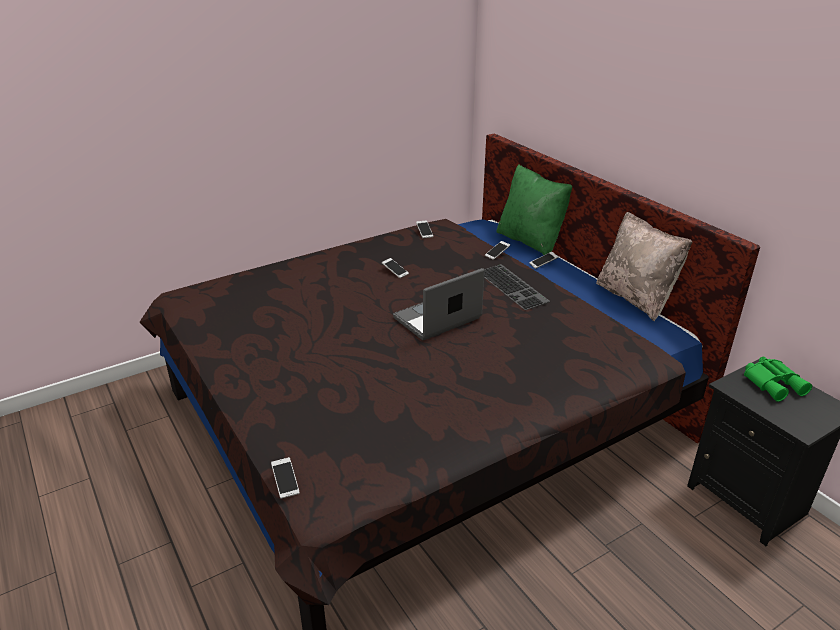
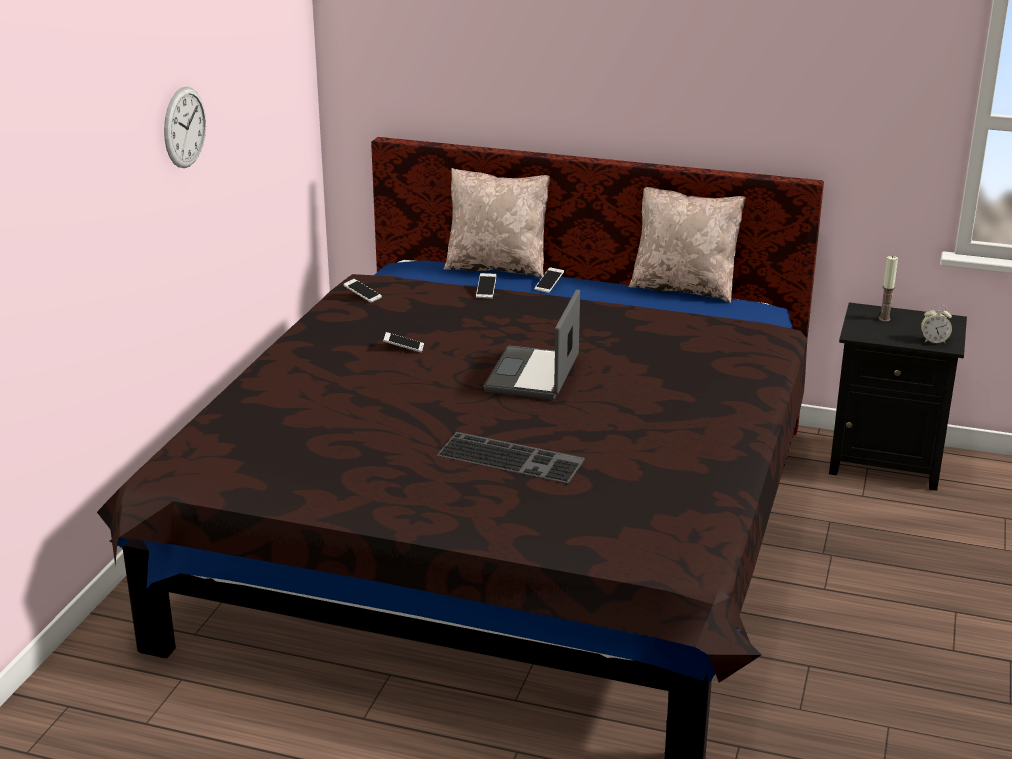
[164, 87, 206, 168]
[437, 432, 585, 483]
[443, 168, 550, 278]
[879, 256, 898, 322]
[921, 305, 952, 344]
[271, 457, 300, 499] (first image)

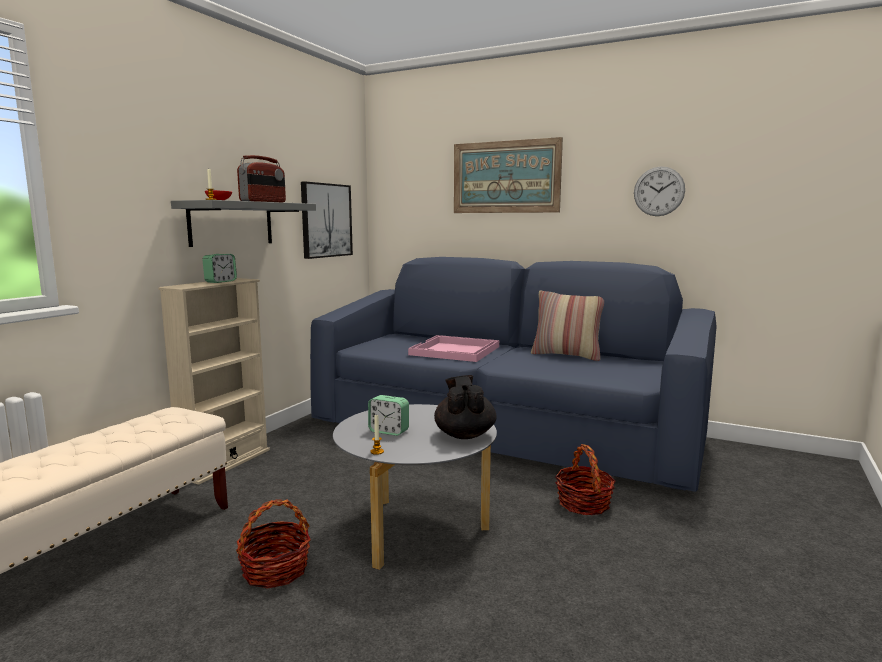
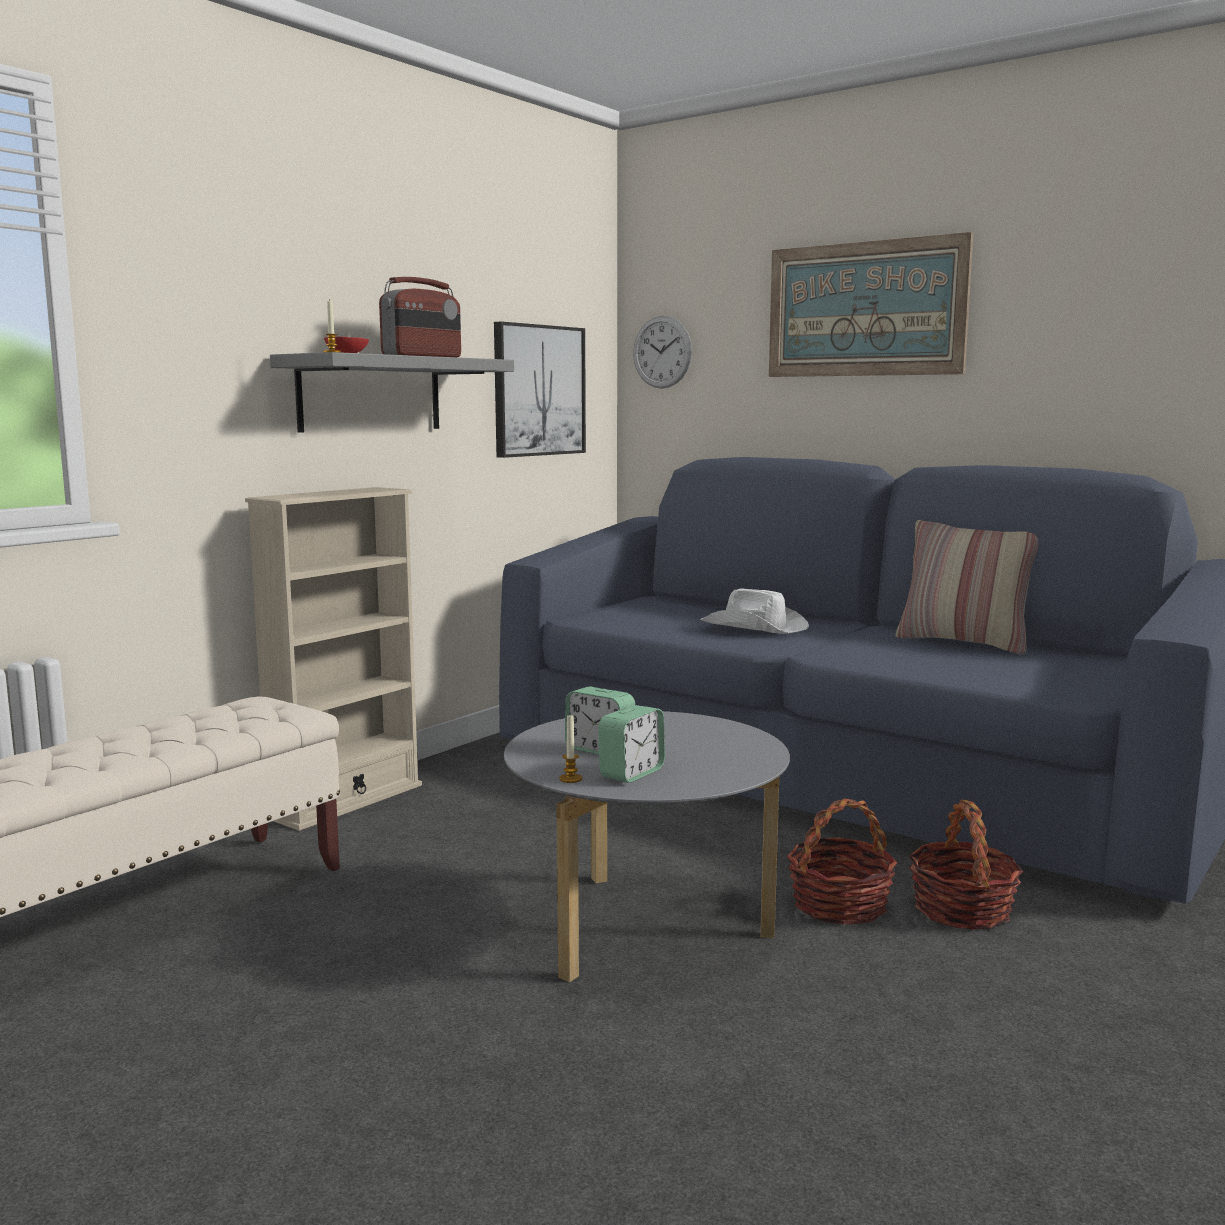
[598, 705, 665, 783]
[633, 316, 692, 389]
[701, 589, 809, 634]
[787, 798, 897, 925]
[434, 375, 497, 439] (first image)

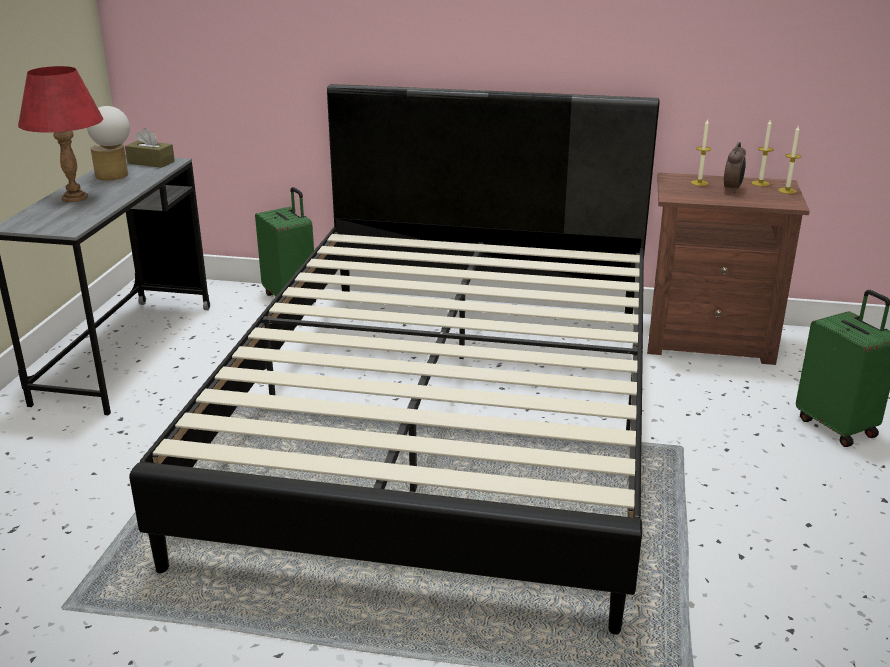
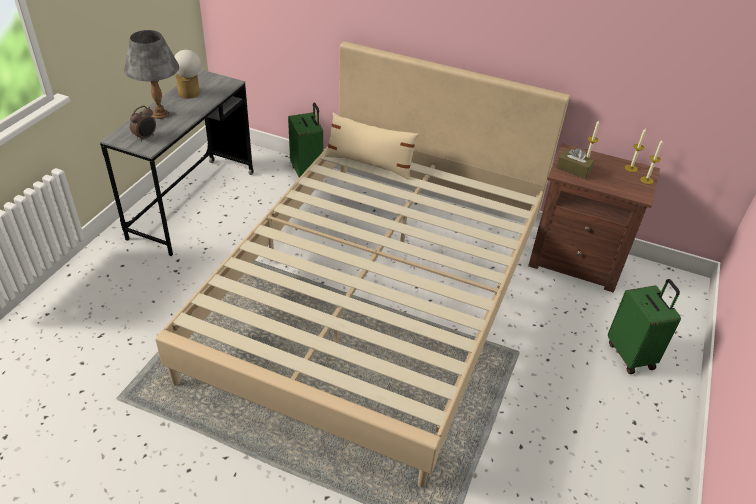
[124, 30, 179, 119]
[130, 106, 156, 142]
[155, 41, 570, 488]
[325, 113, 419, 180]
[556, 147, 595, 179]

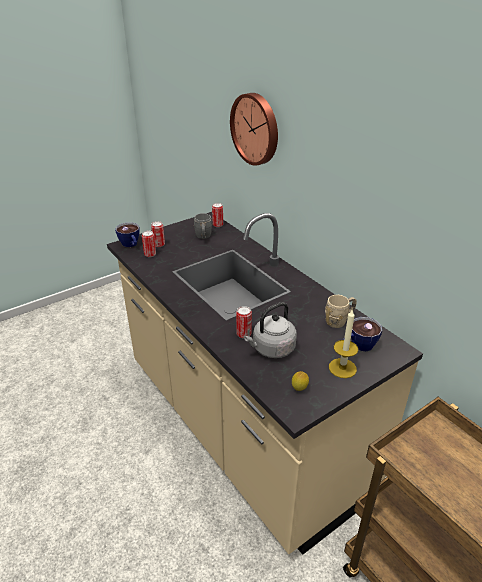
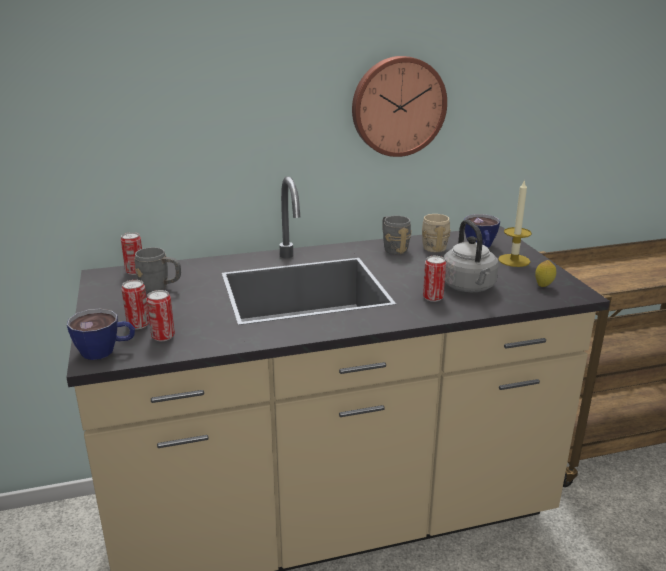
[352, 56, 447, 157]
[382, 216, 412, 255]

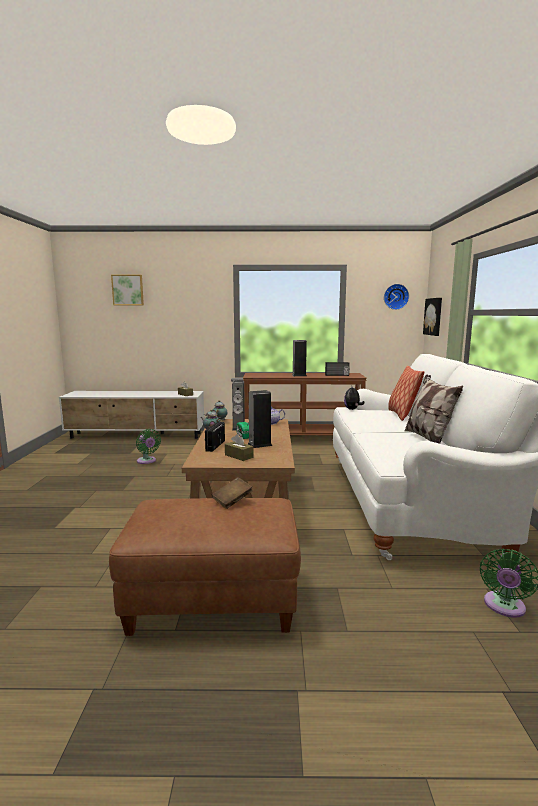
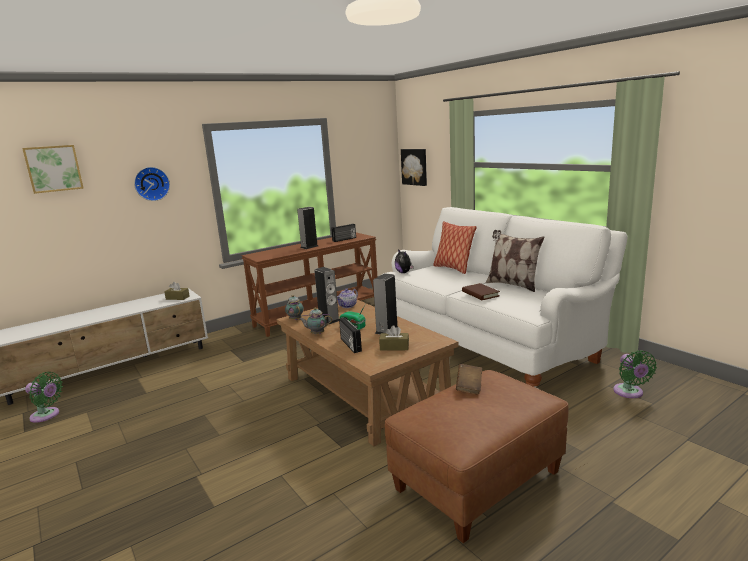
[25, 372, 63, 423]
[134, 167, 170, 201]
[462, 283, 500, 300]

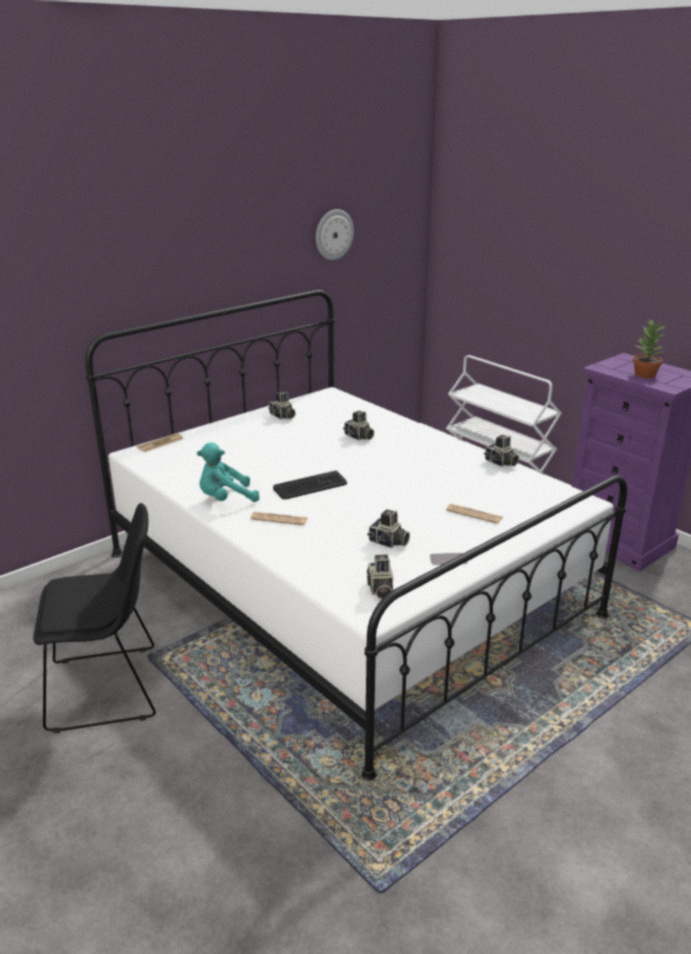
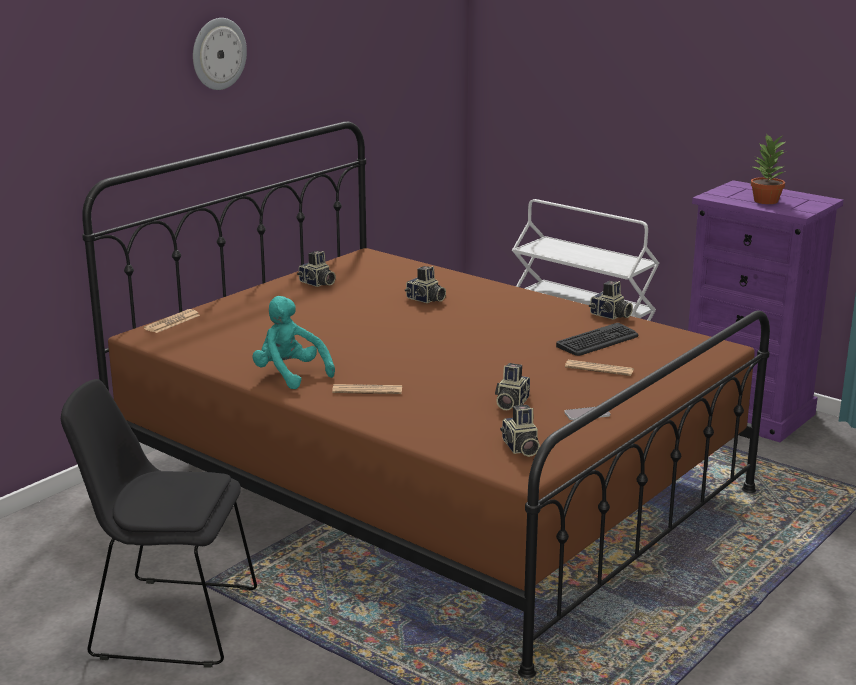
[61, 379, 257, 668]
[82, 122, 770, 678]
[193, 18, 247, 90]
[252, 296, 335, 389]
[495, 363, 530, 410]
[556, 323, 638, 356]

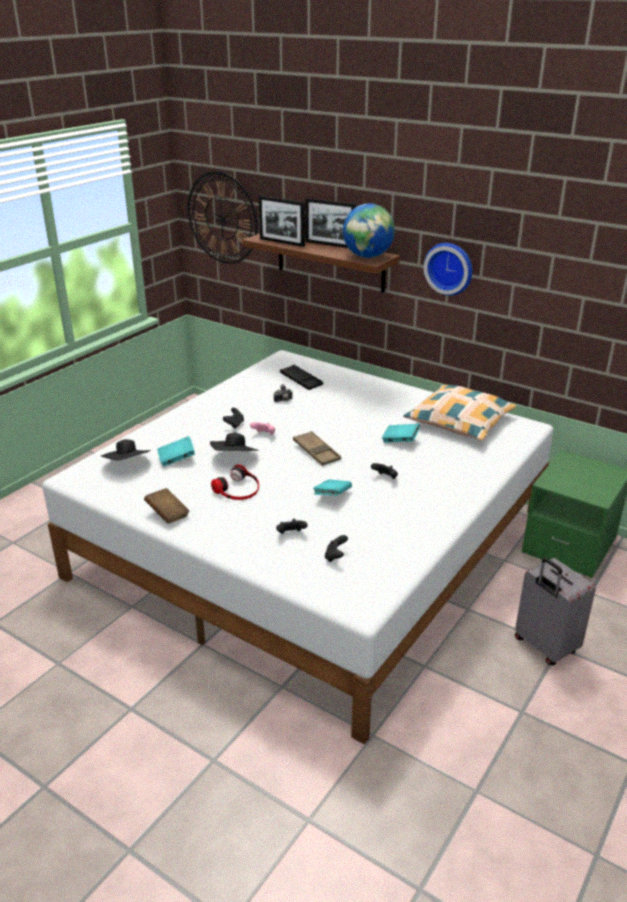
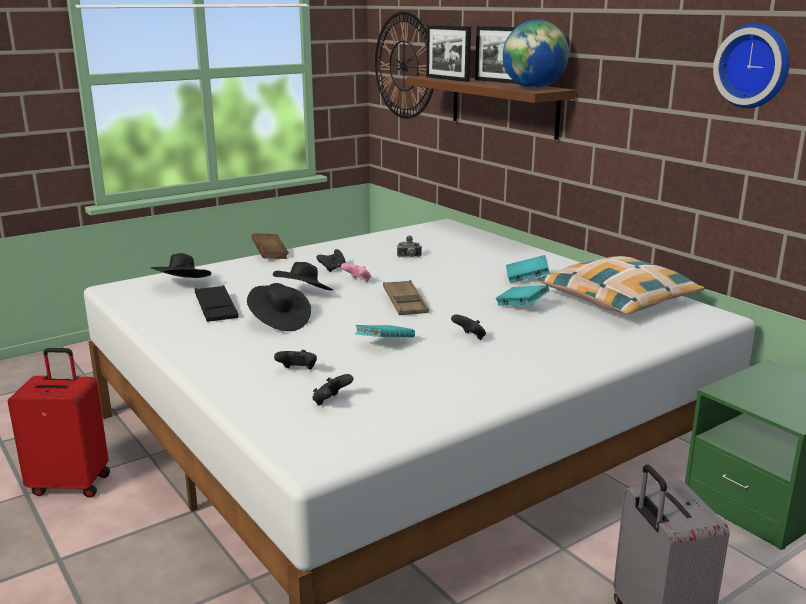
[8, 348, 110, 497]
[195, 285, 238, 322]
[247, 283, 311, 331]
[251, 234, 289, 259]
[506, 255, 550, 283]
[713, 23, 790, 108]

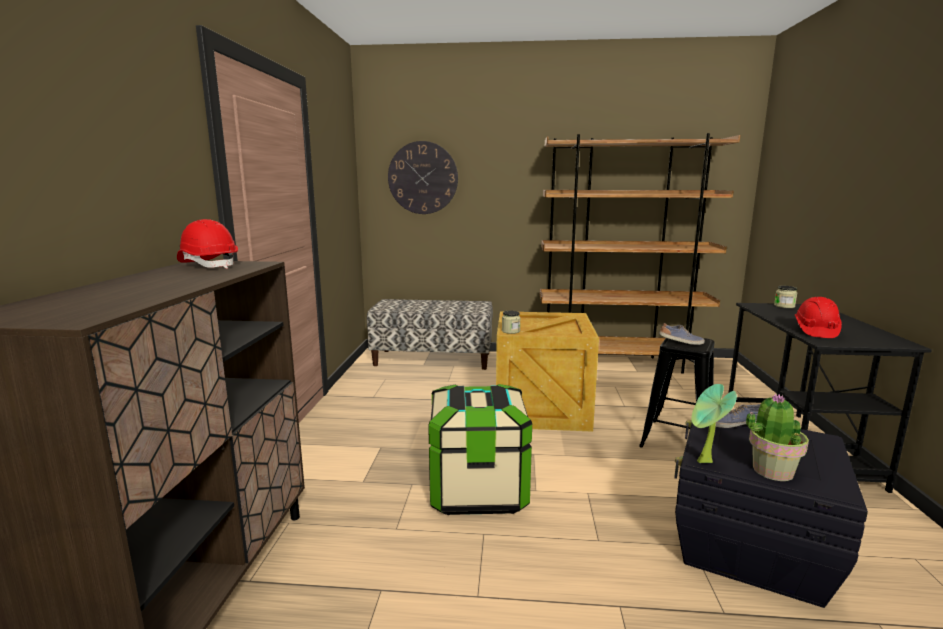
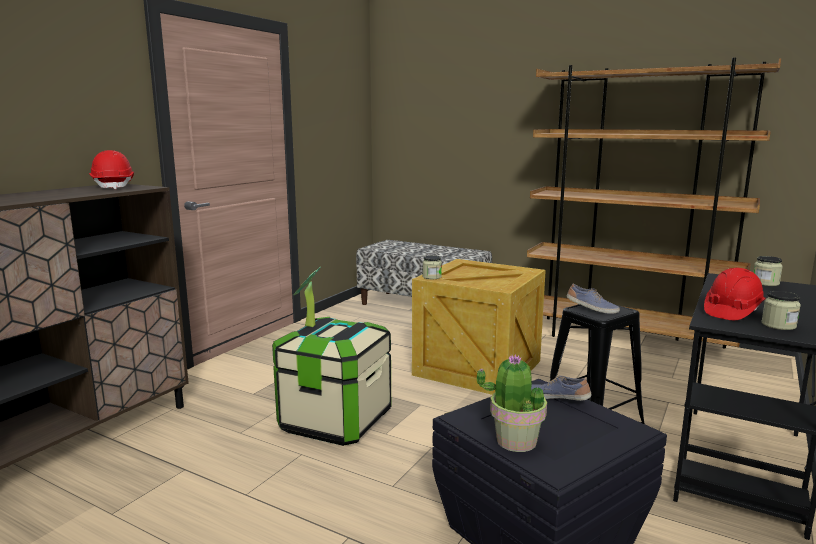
[293, 267, 321, 327]
[761, 291, 801, 330]
[388, 141, 458, 214] (first image)

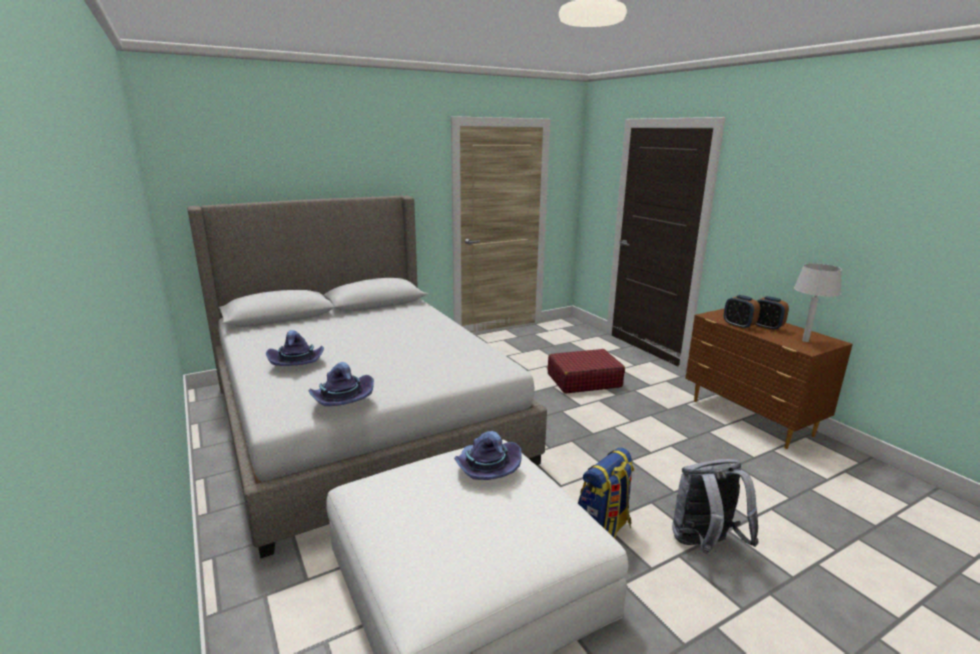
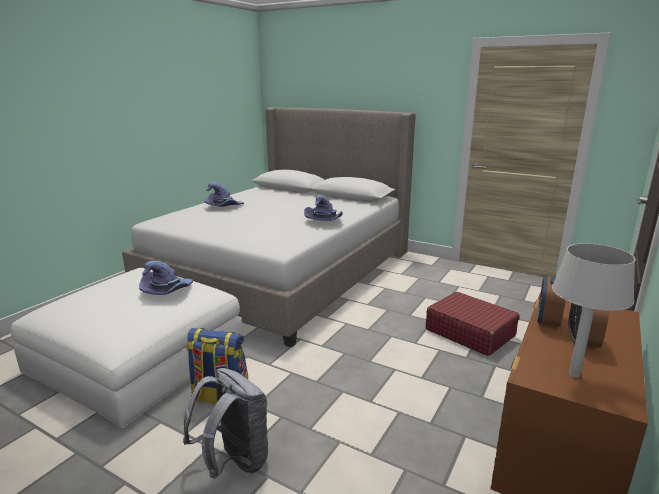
[304, 195, 343, 221]

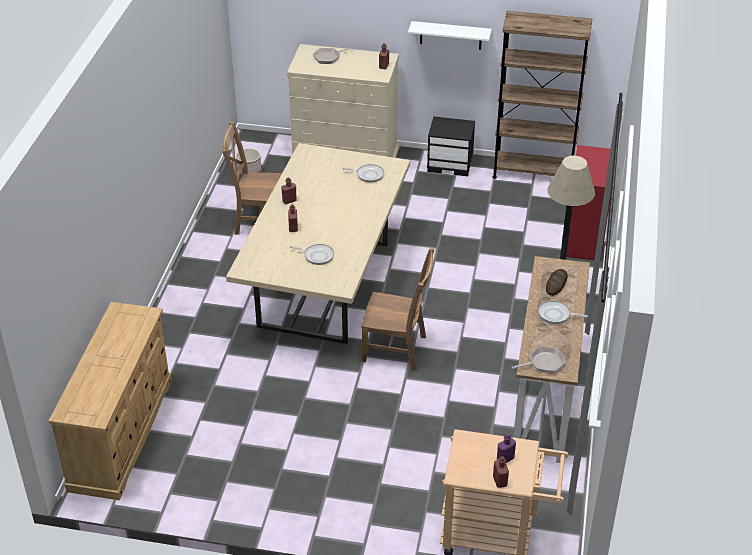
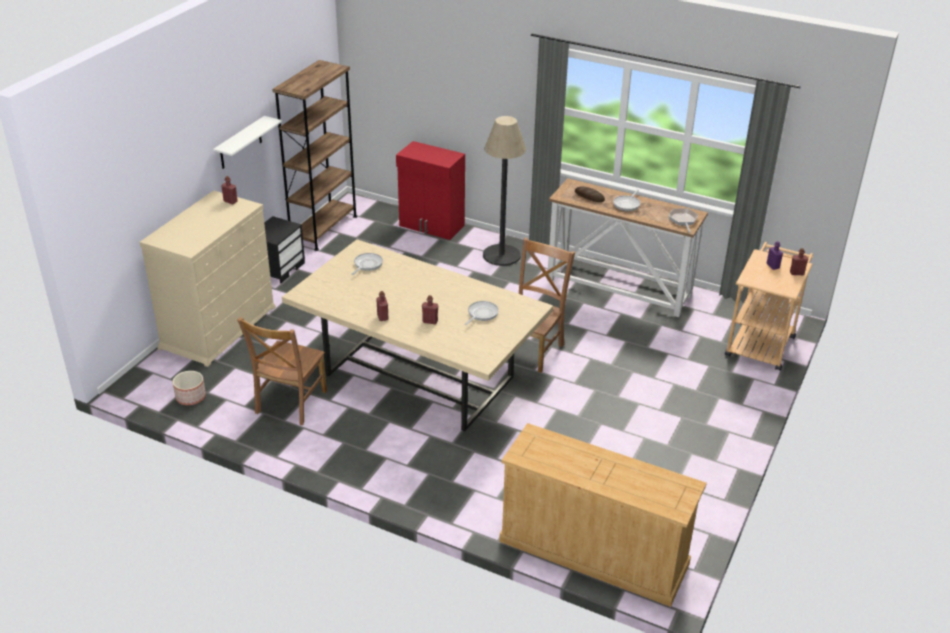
[312, 47, 353, 64] (first image)

